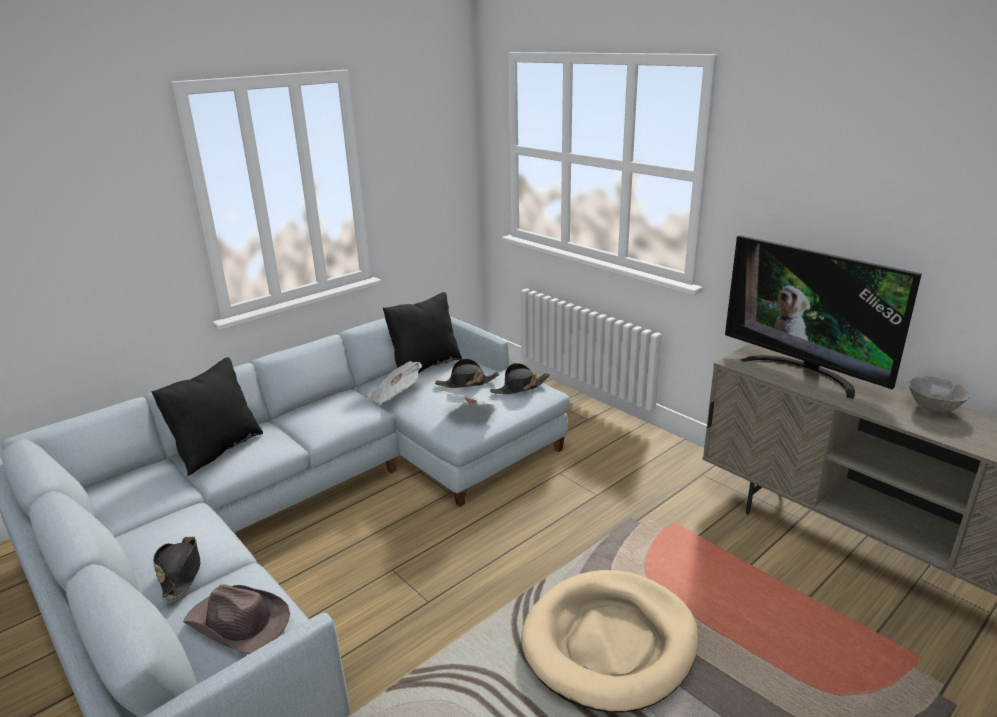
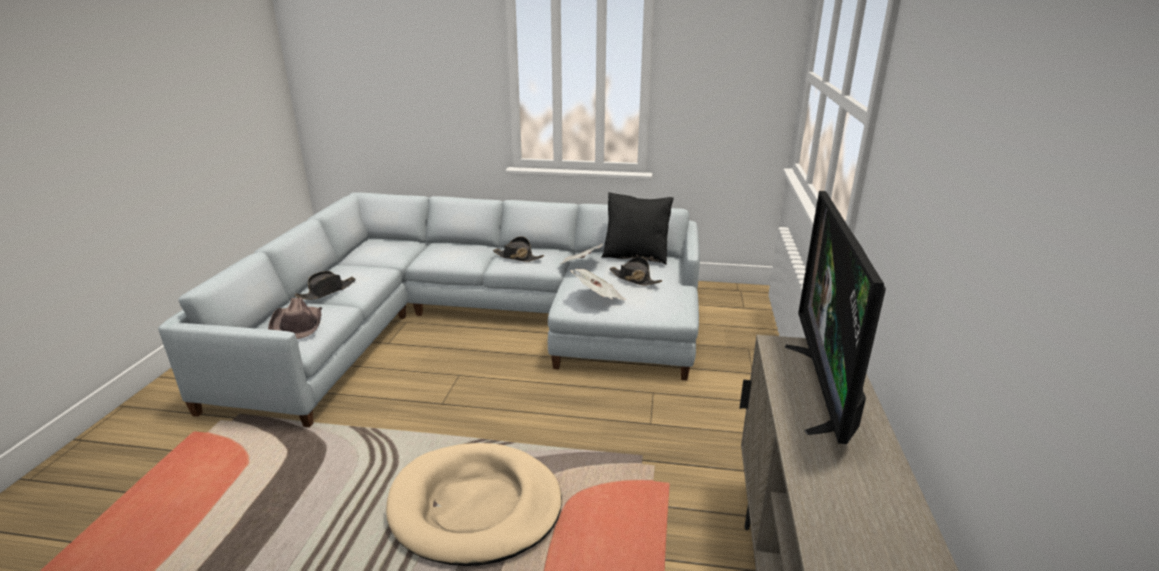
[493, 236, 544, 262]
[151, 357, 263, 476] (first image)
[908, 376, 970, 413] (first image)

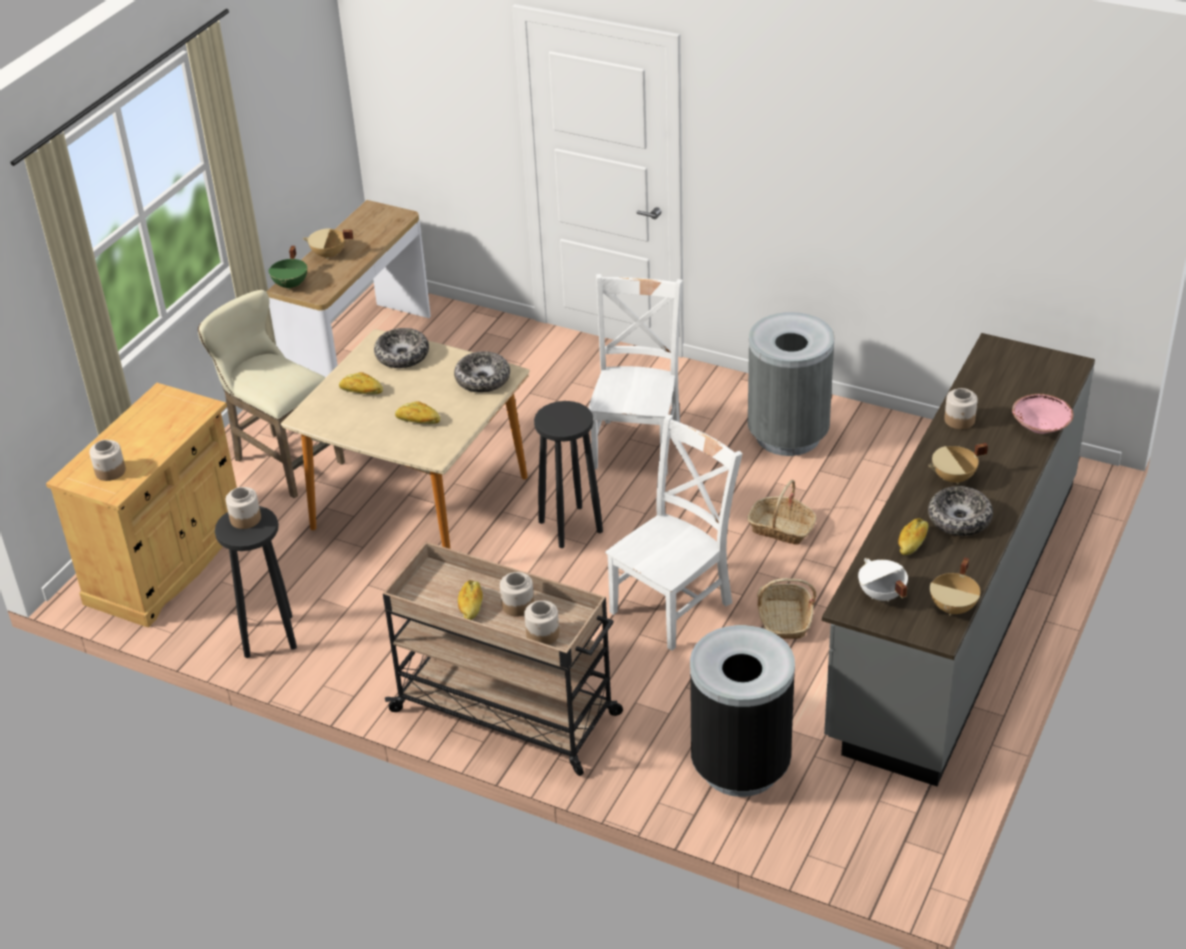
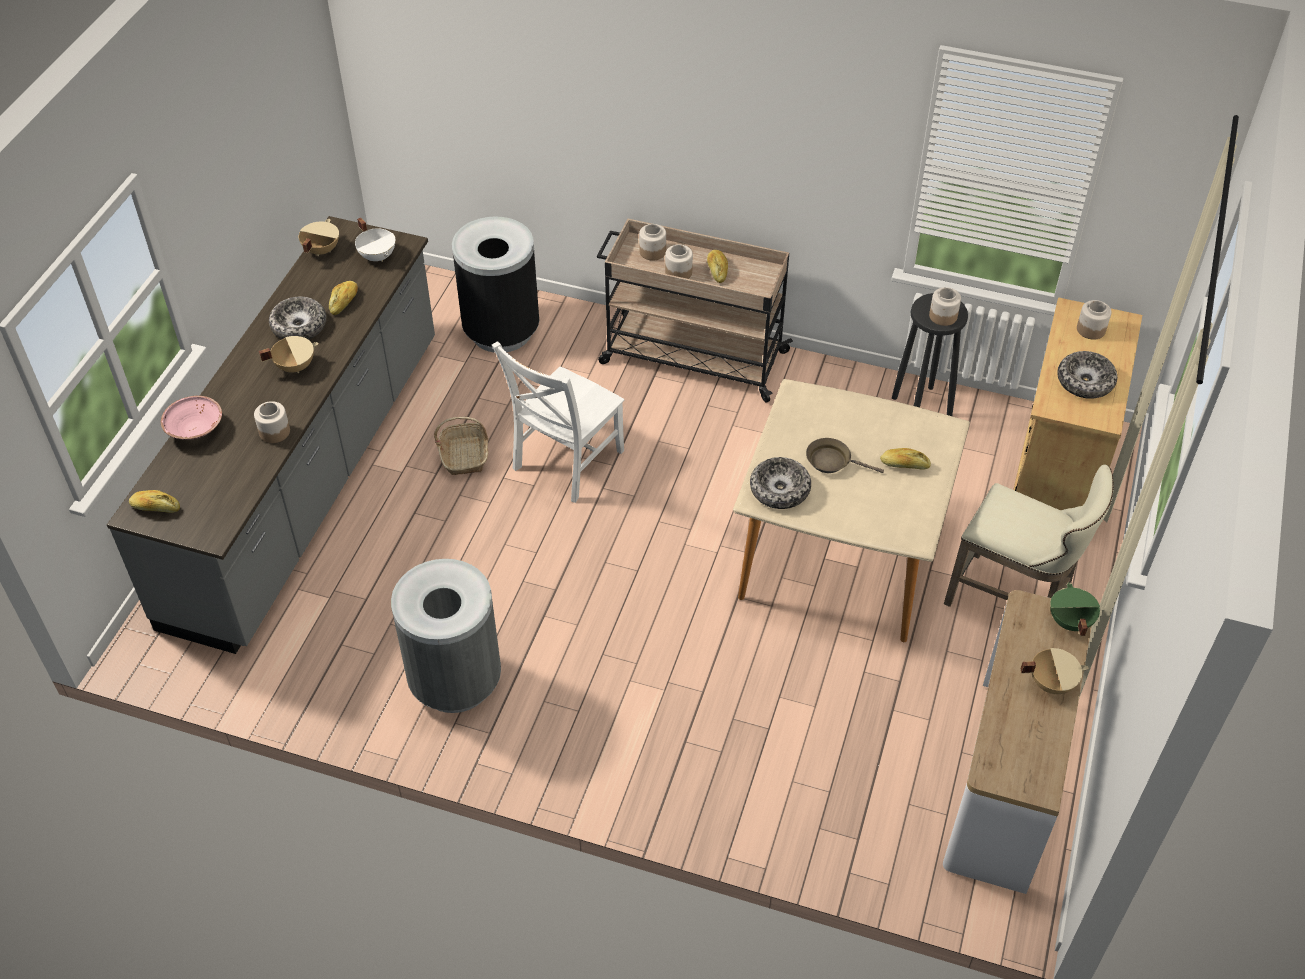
[129, 490, 180, 513]
[806, 438, 884, 473]
[1057, 351, 1117, 399]
[534, 401, 603, 548] (first image)
[588, 274, 683, 475] (first image)
[748, 480, 817, 545] (first image)

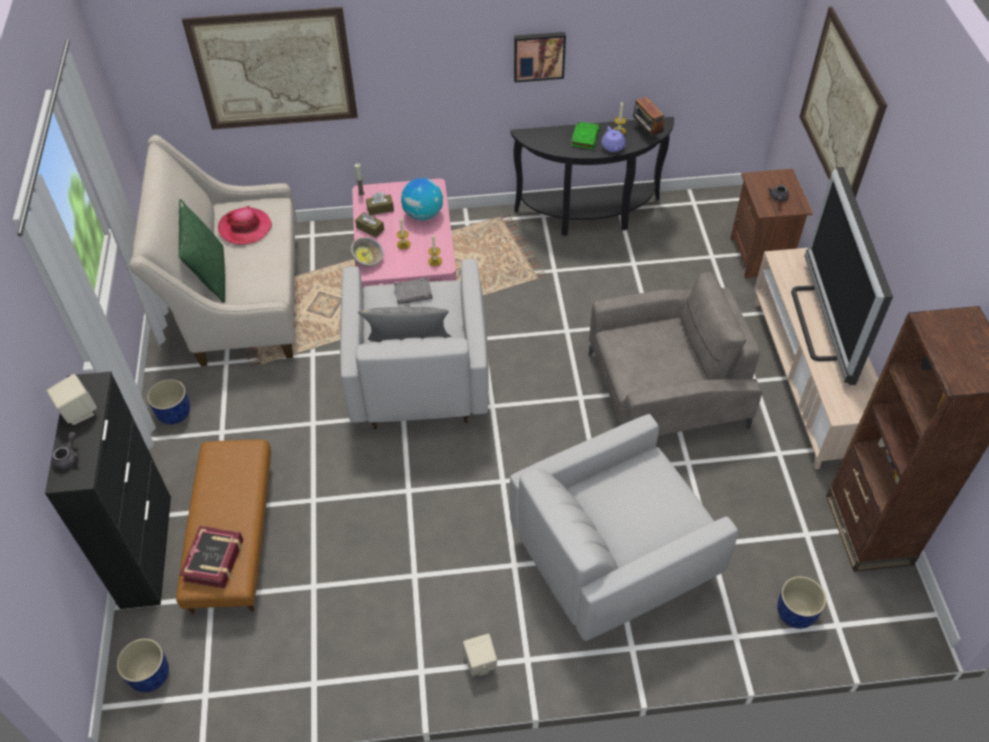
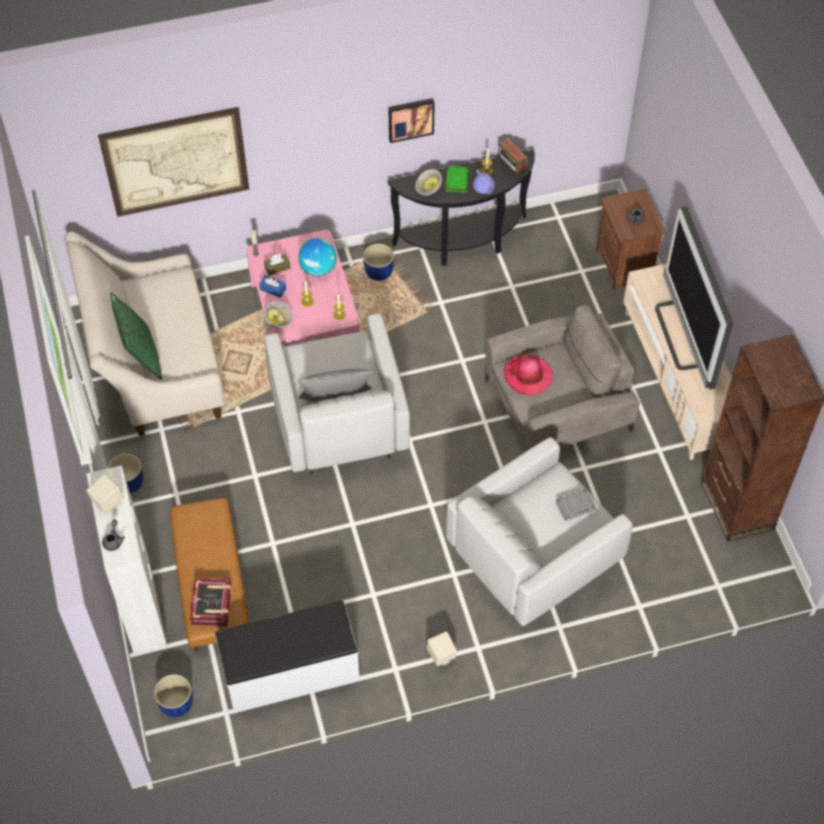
[86, 465, 168, 656]
[215, 600, 360, 713]
[259, 275, 286, 298]
[363, 244, 394, 281]
[415, 169, 442, 196]
[503, 354, 553, 395]
[556, 489, 596, 520]
[800, 7, 887, 198] (first image)

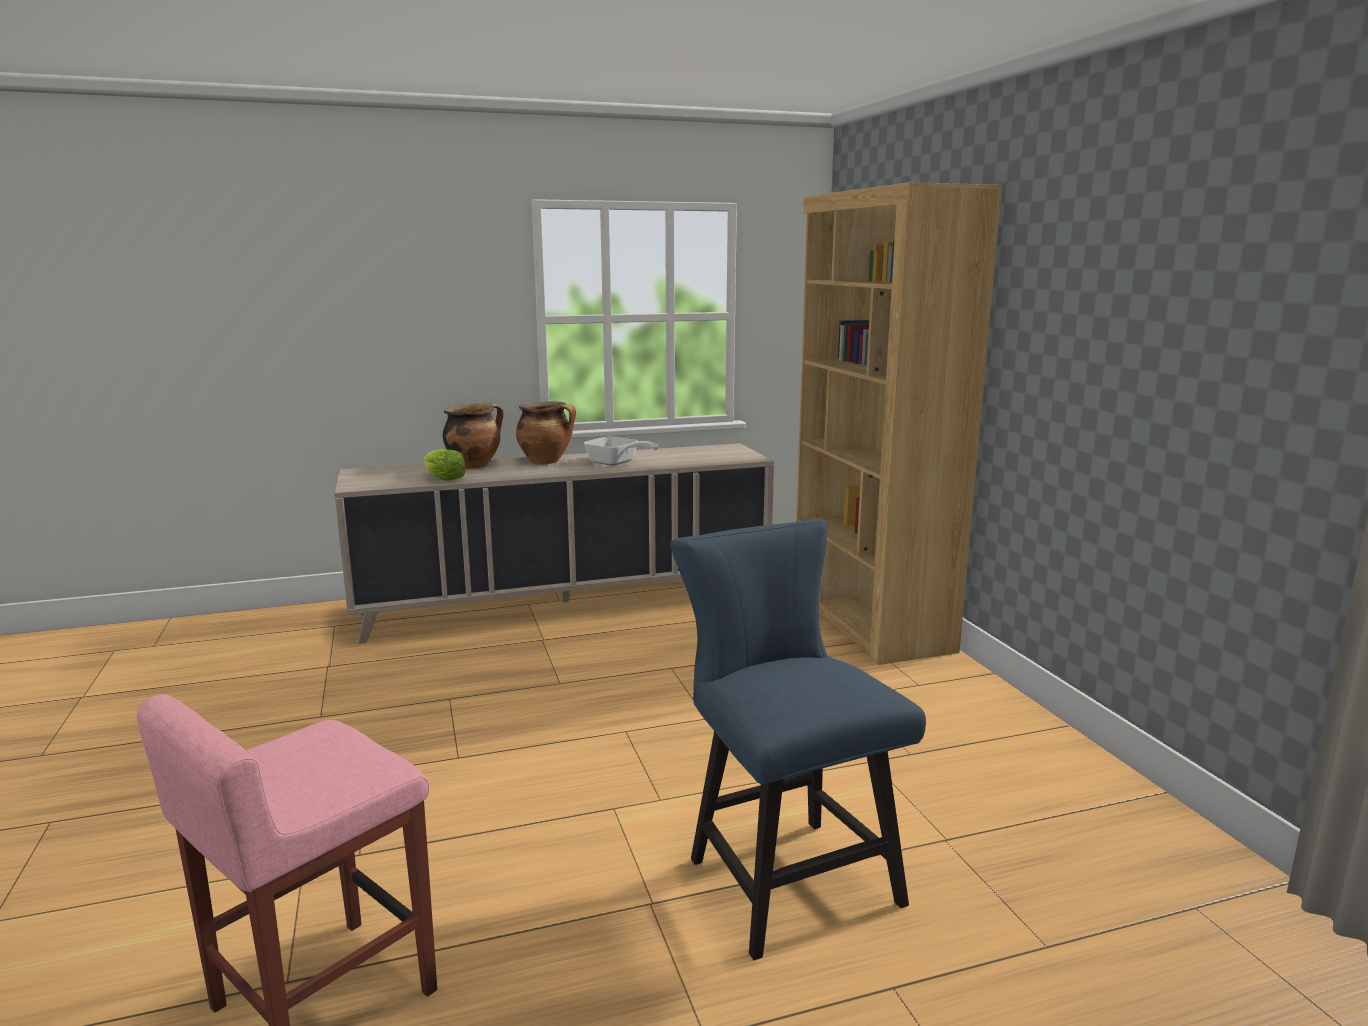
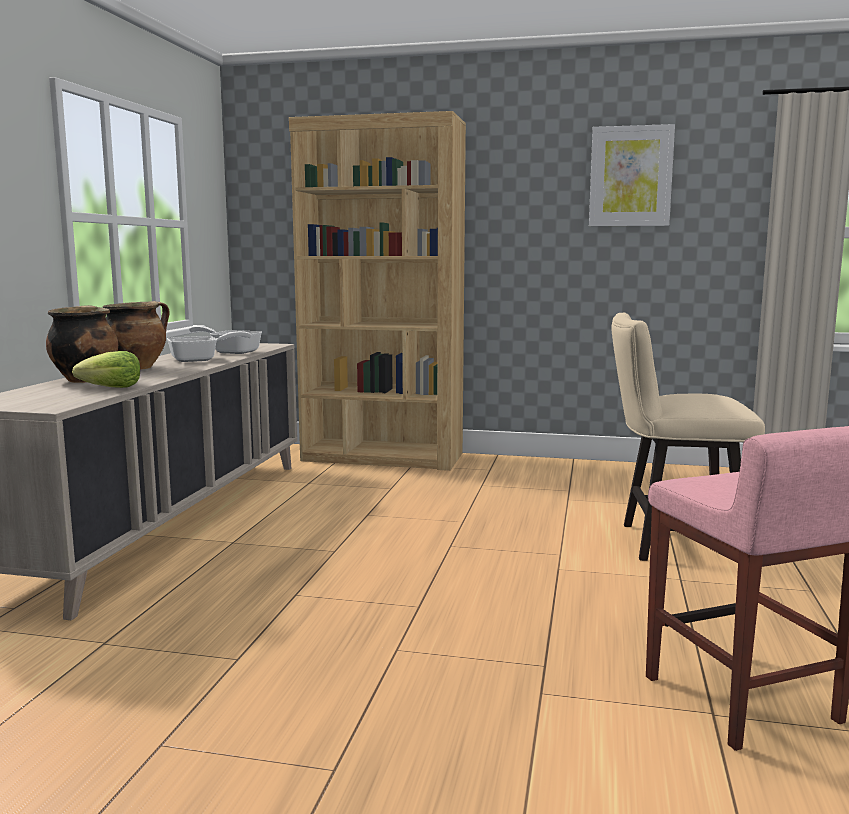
[189, 326, 262, 354]
[589, 124, 675, 226]
[611, 313, 765, 561]

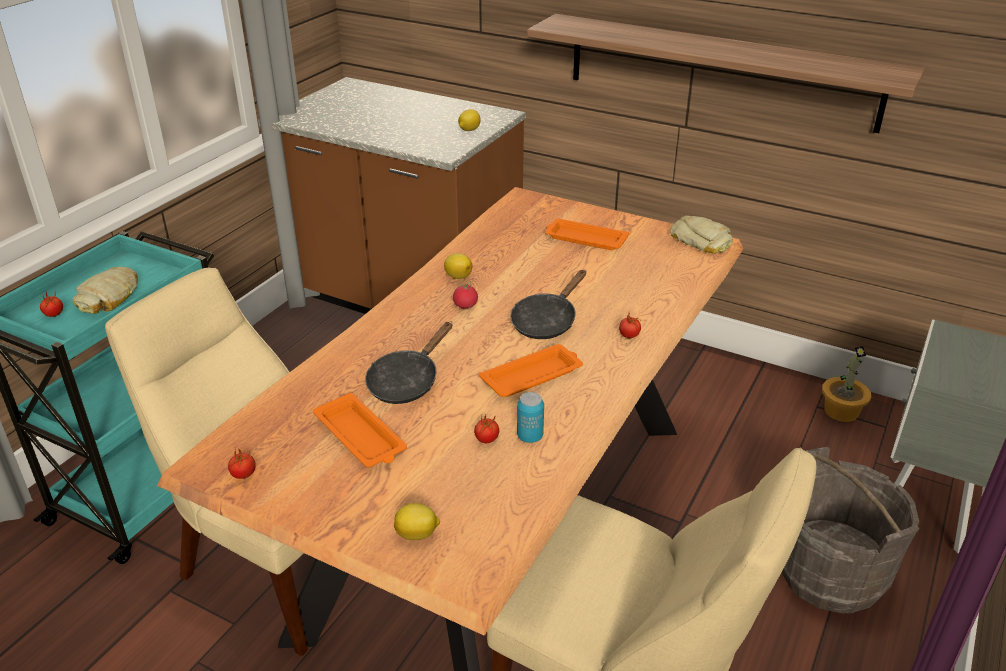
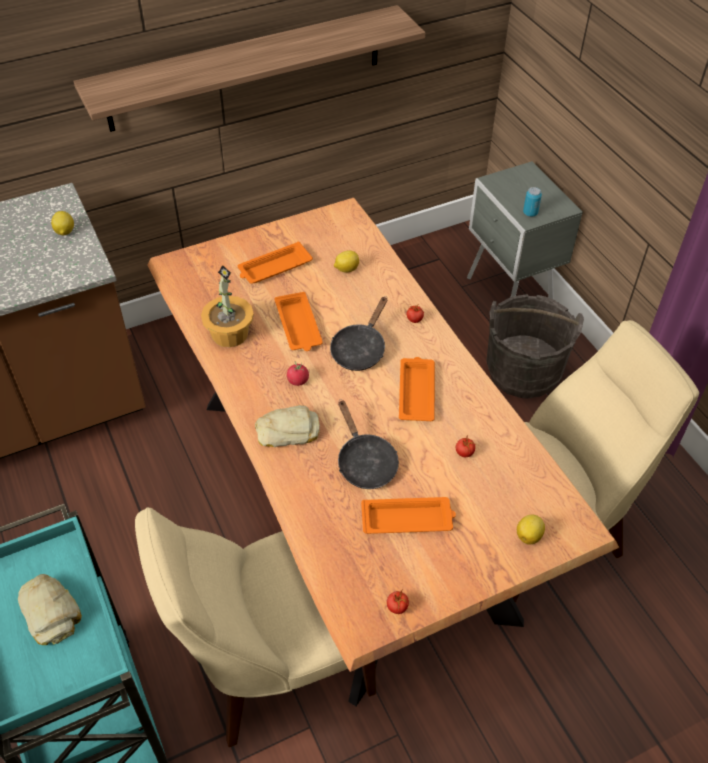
[201, 265, 254, 347]
[255, 405, 320, 447]
[275, 292, 323, 351]
[330, 296, 387, 371]
[334, 250, 359, 272]
[523, 187, 542, 217]
[40, 291, 63, 317] (first image)

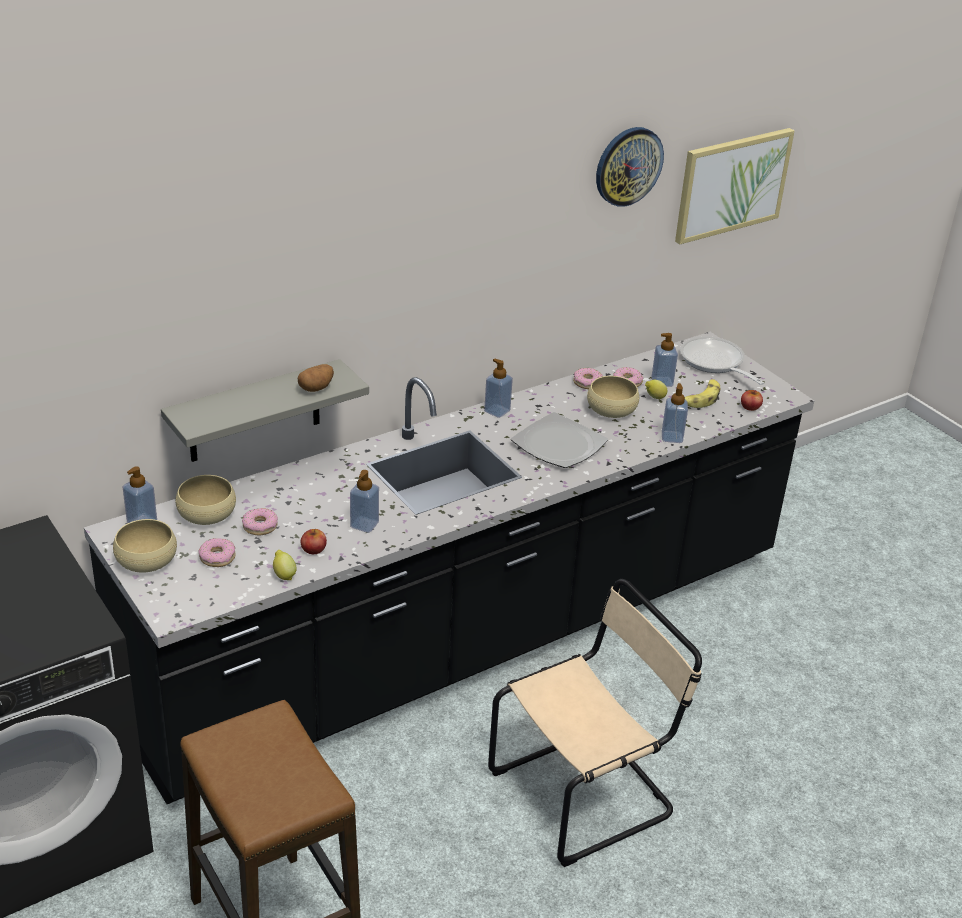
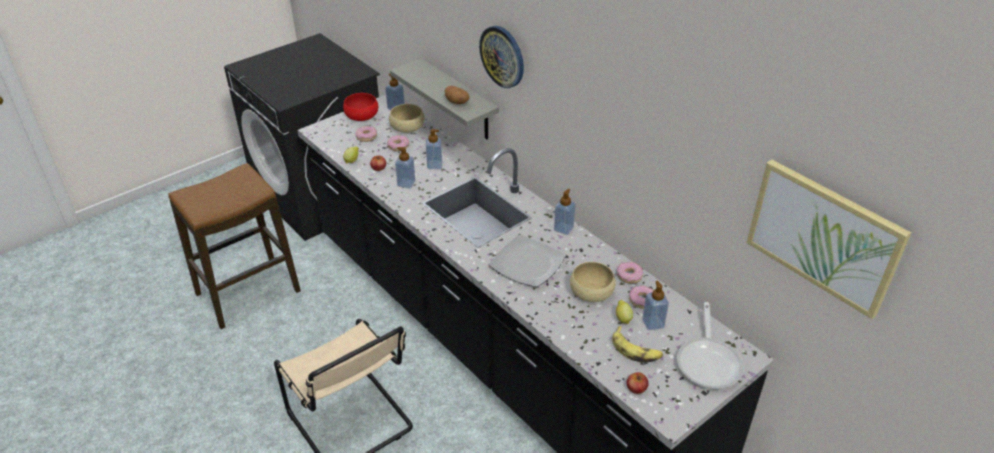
[343, 93, 378, 121]
[426, 129, 442, 169]
[479, 26, 524, 88]
[677, 302, 744, 389]

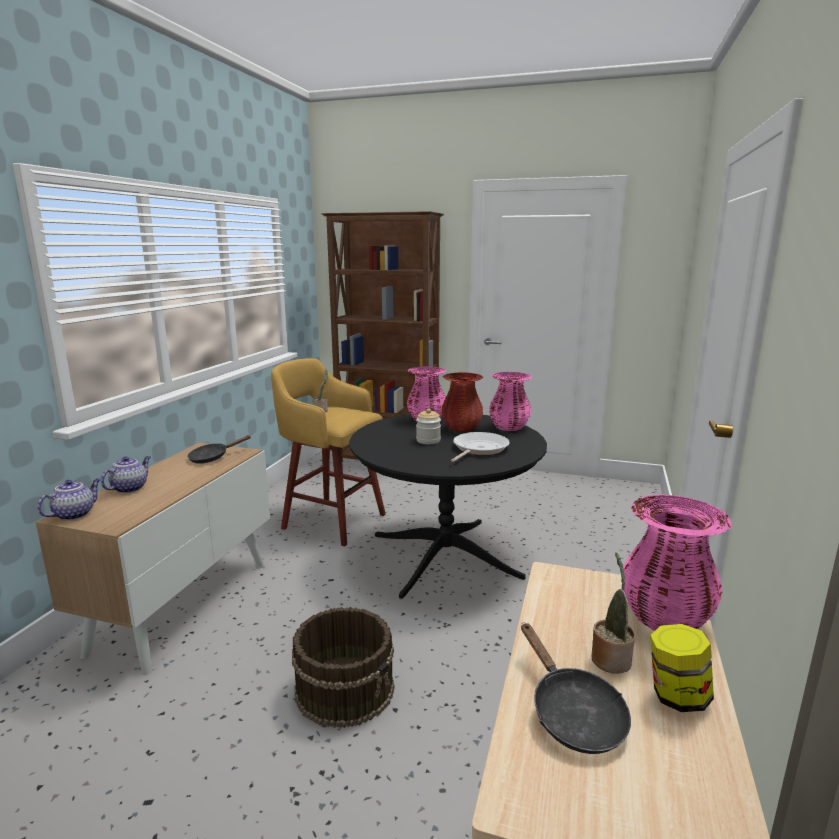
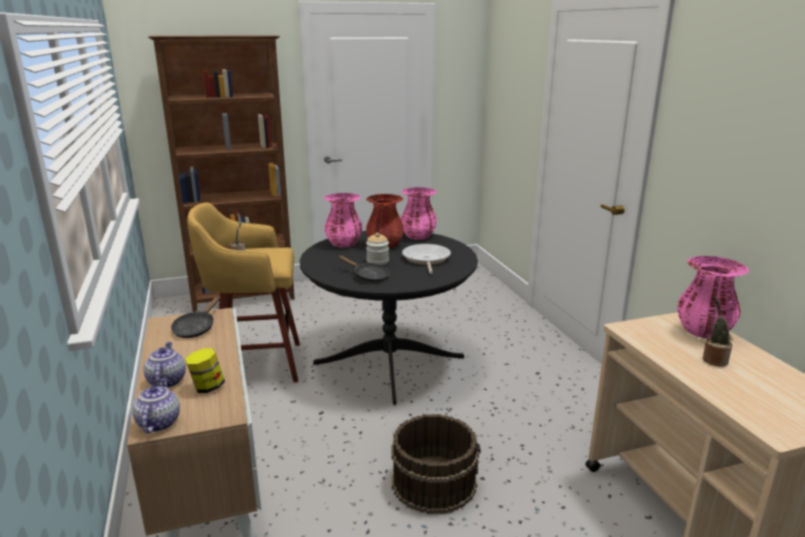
[185, 348, 225, 393]
[338, 256, 390, 282]

